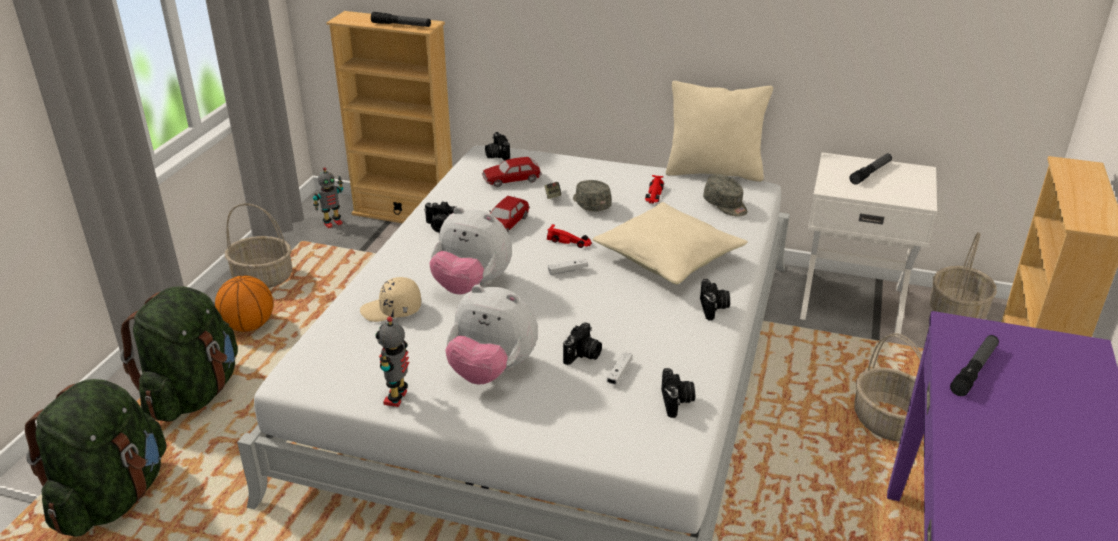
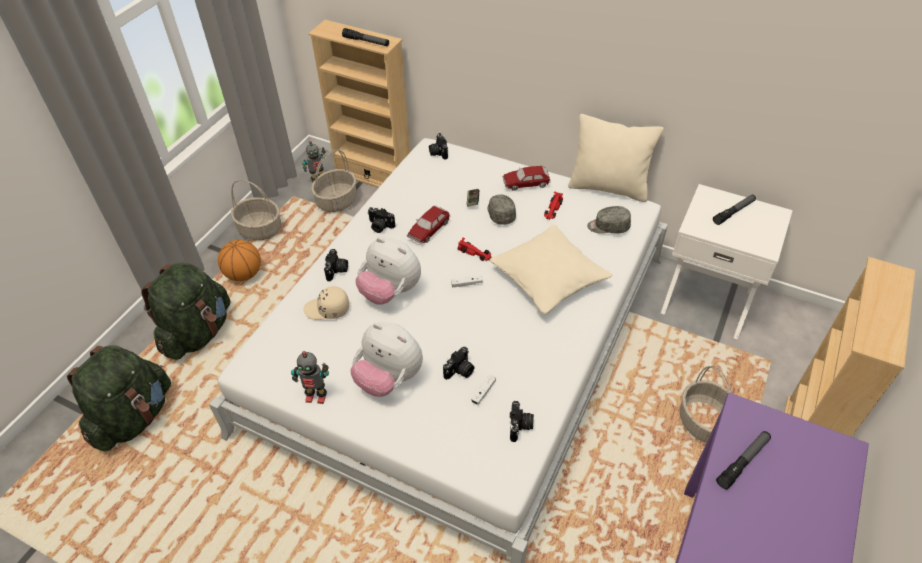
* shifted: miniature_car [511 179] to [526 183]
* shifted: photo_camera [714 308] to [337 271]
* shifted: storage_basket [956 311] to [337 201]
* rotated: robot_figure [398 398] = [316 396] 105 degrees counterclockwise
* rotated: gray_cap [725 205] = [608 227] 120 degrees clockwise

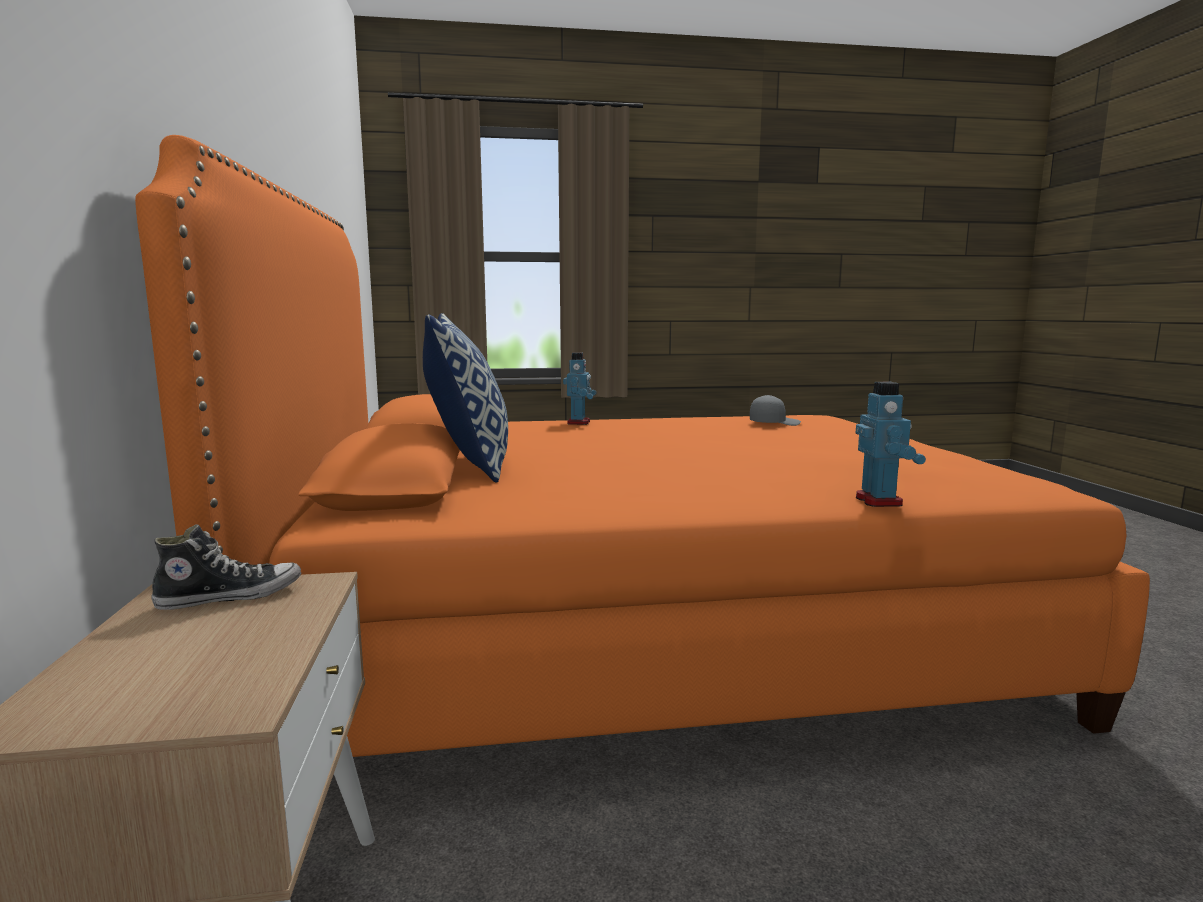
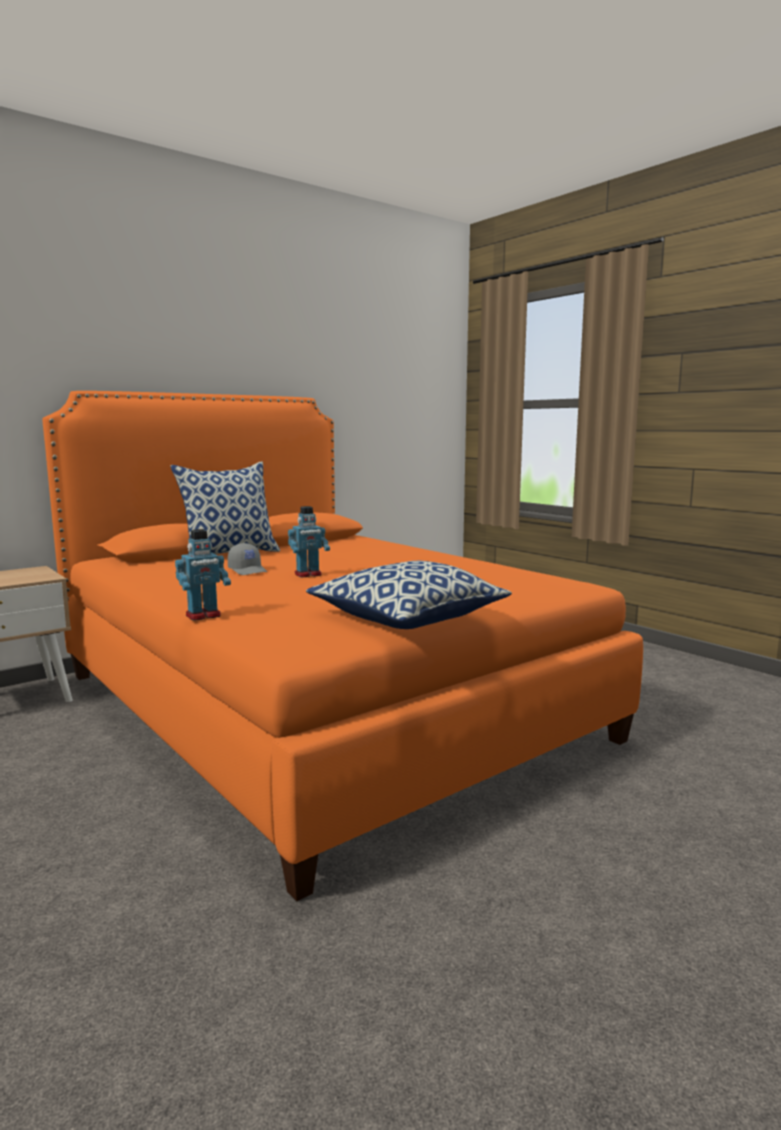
* gone: item_of_footwear [230 596]
* new: pillow [408 618]
* shifted: robot_figure [579 422] to [308 574]
* shifted: gray_cap [774 423] to [248 570]

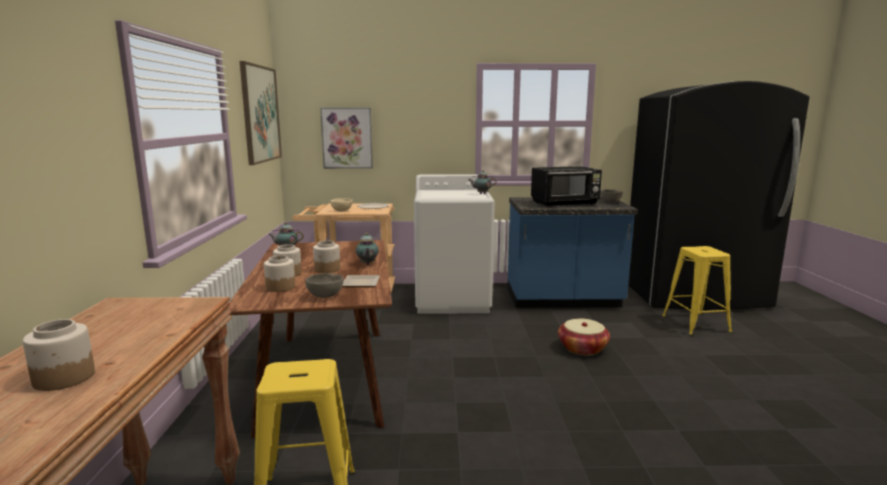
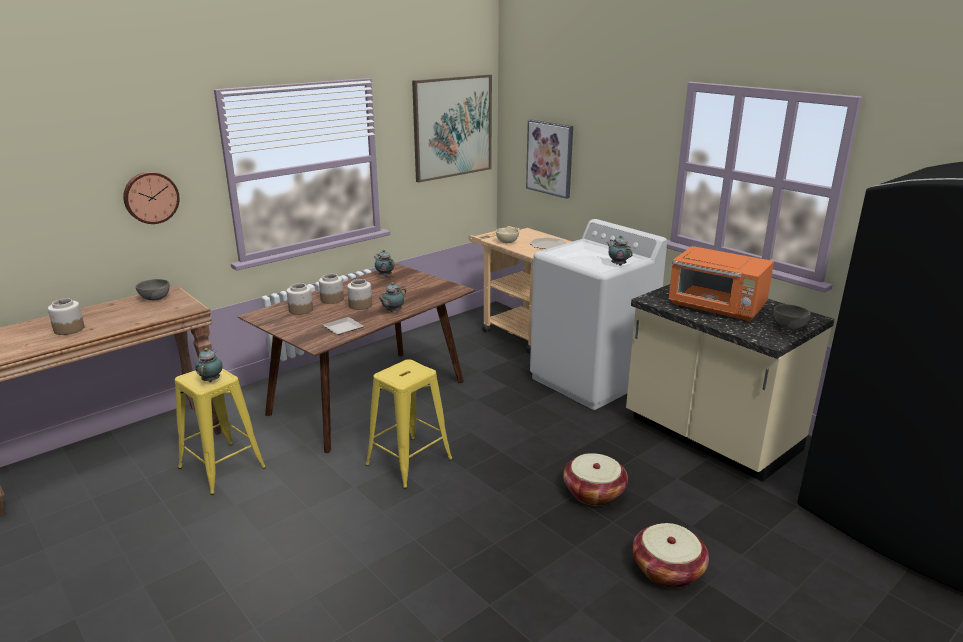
* new: wall_clock [150 197]
* new: teapot [212 380]
* new: storage_basket [667 570]
* shifted: gray_bowl [326 296] to [155 299]
* shifted: yellow_stool_seat [695 324] to [409 462]
* repainted: bluish_kitchen_base_unit [563 299] to beige-coloured_kitchen_base_unit [710 436]
* repainted: black-coloured_microwave [565 203] to orange-coloured_microwave [717 308]

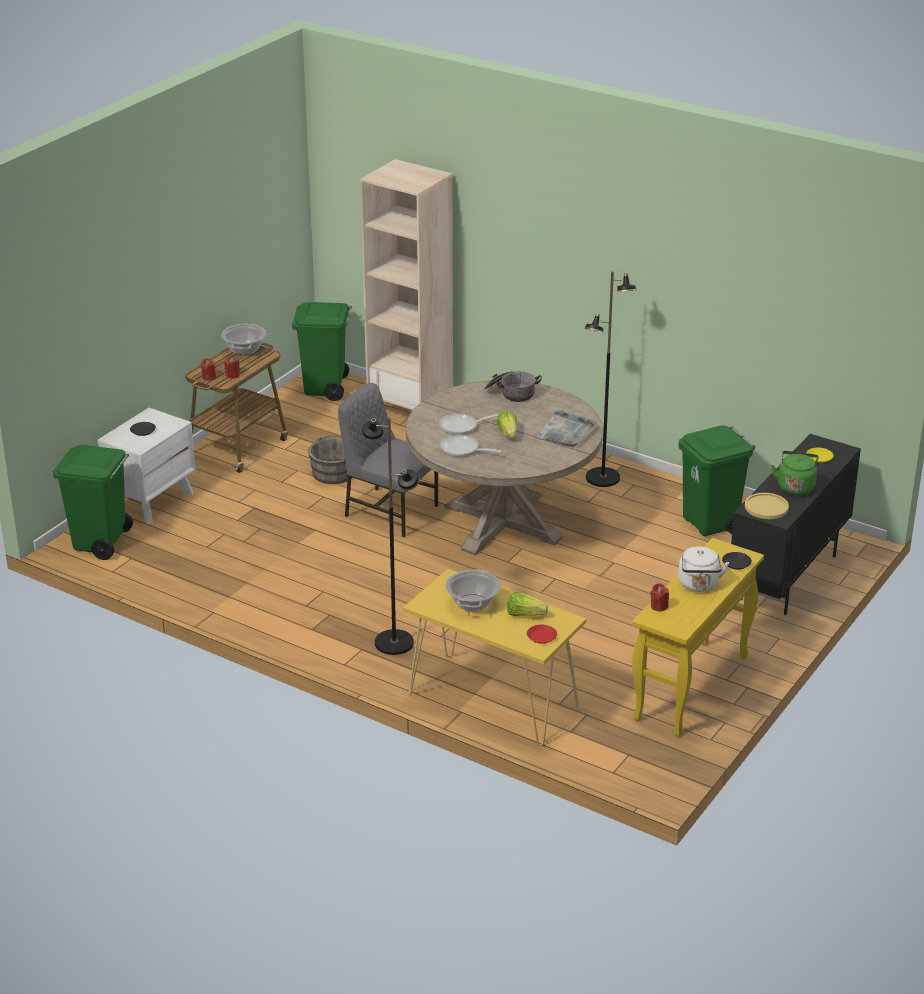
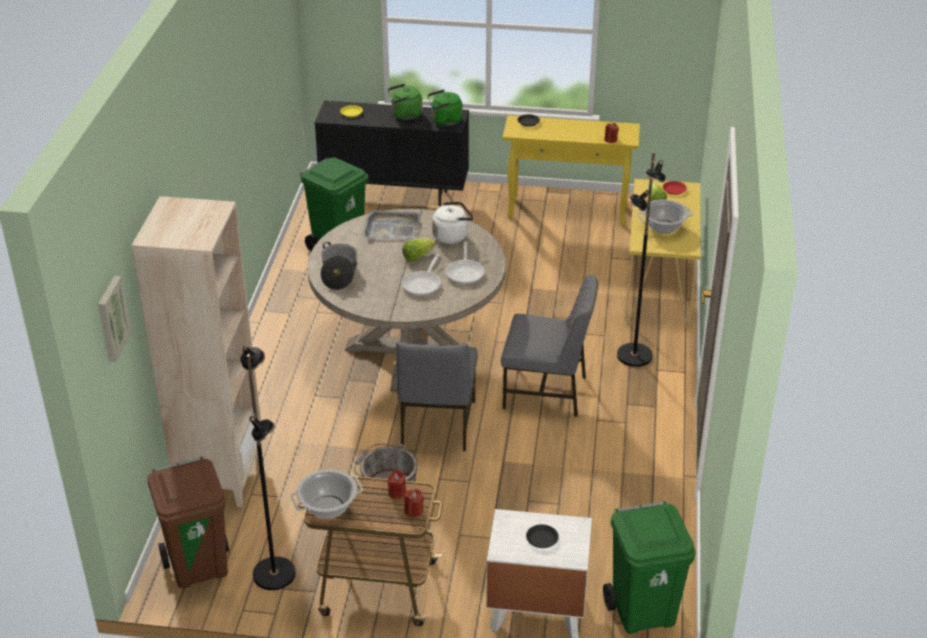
* new: wall_art [111 318]
* new: gray_plain_chair [546 392]
* shifted: black-coloured_floor_lamp [602 478] to [275 574]
* shifted: white-coloured_water_kettle [699 585] to [452 236]
* swapped: yellow_flat_dish [766 507] to green_water_kettle [445 121]
* repainted: green_trash_can [325 389] to brown_trash_can [199 566]
* rotated: skillet [462 426] = [423 284] 60 degrees clockwise

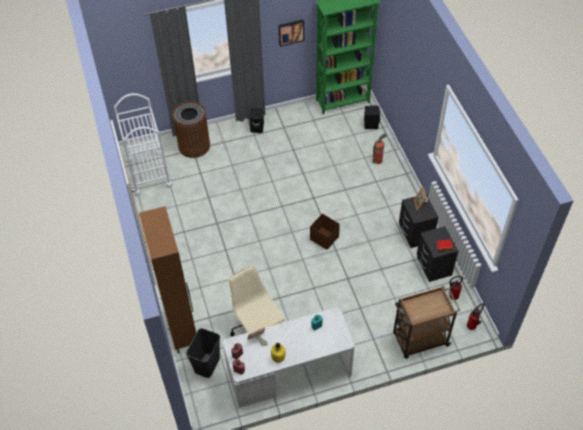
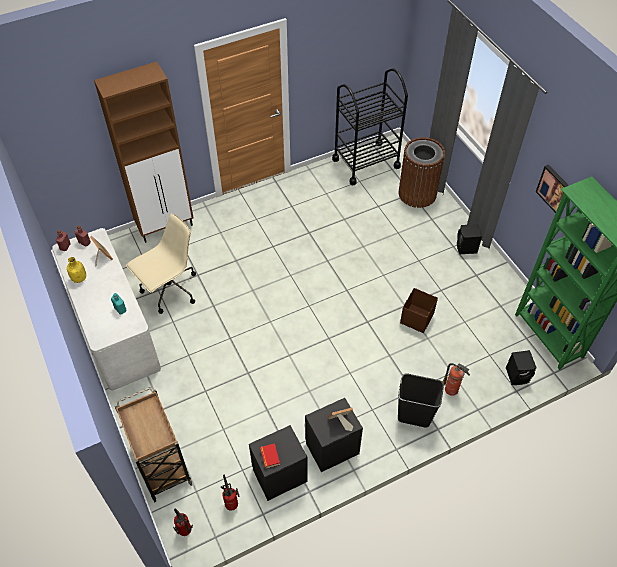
* shifted: black-coloured_trash_can [207 365] to [414 416]
* shifted: brown_storage_bin [324 238] to [417 318]
* repainted: white-coloured_wheeled_cart [148 173] to black-coloured_wheeled_cart [366 163]

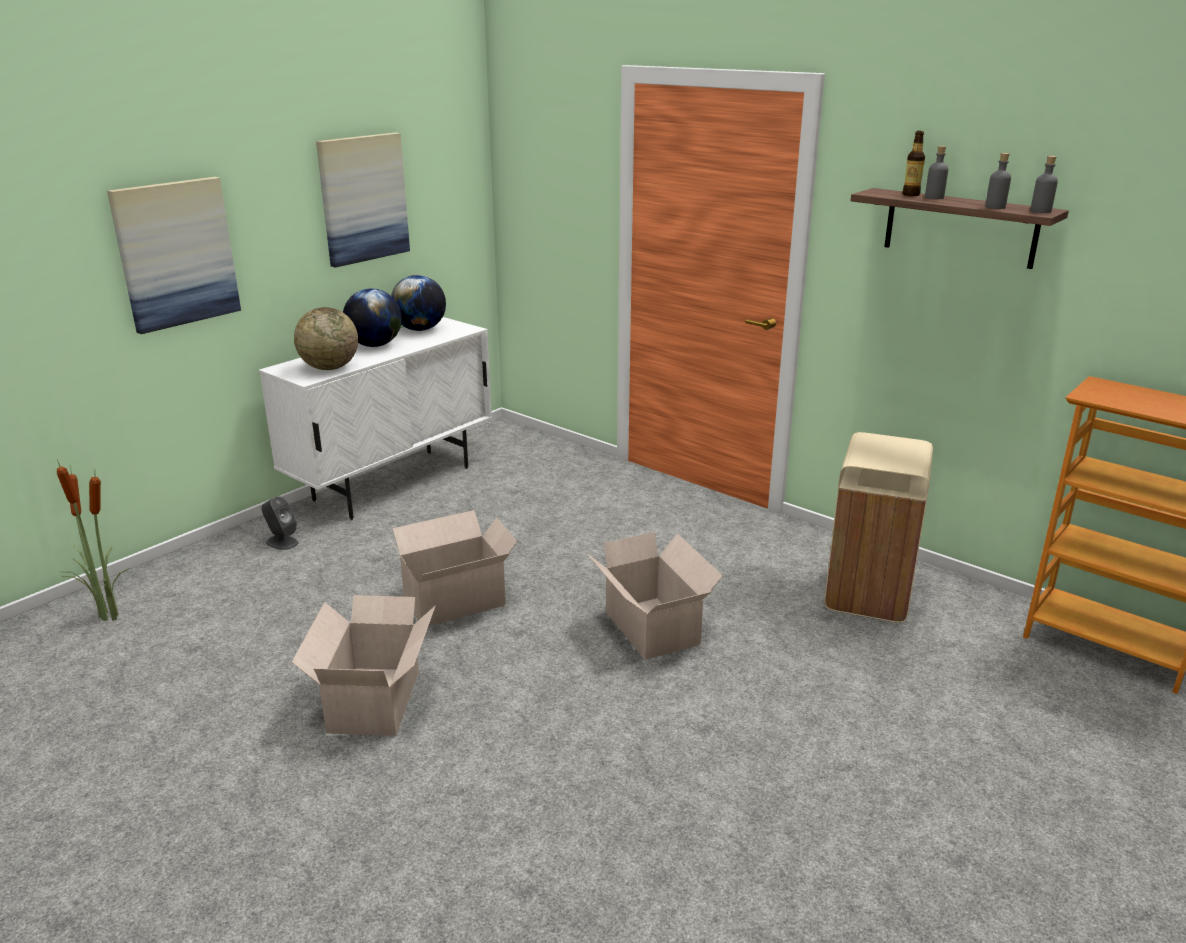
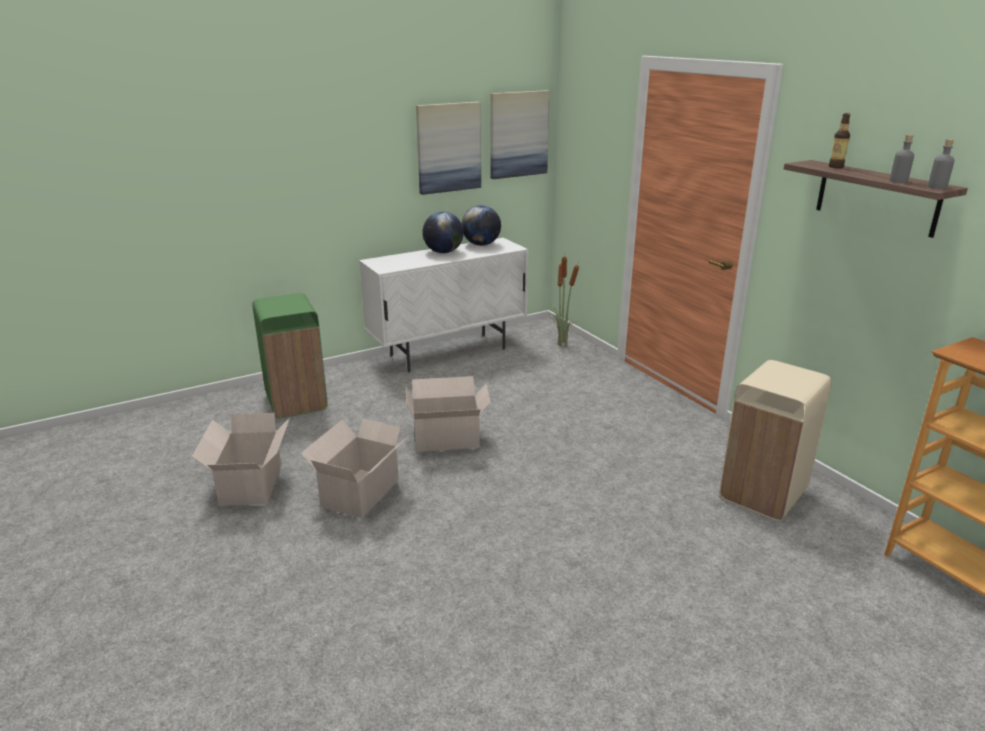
* gone: gray_loudspeaker [282 542]
* gone: world_globe [329 368]
* gone: gray_beverage_bottle [934 197]
* new: green_trash_can [295 402]
* shifted: houseplant [107 617] to [561 345]
* shifted: wall_art [176 253] to [518 134]
* shifted: packing_box [652 630] to [250 485]

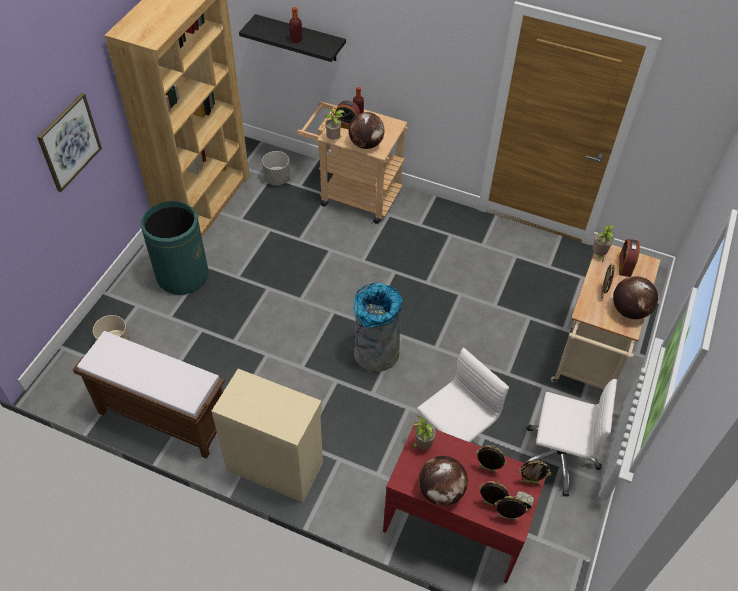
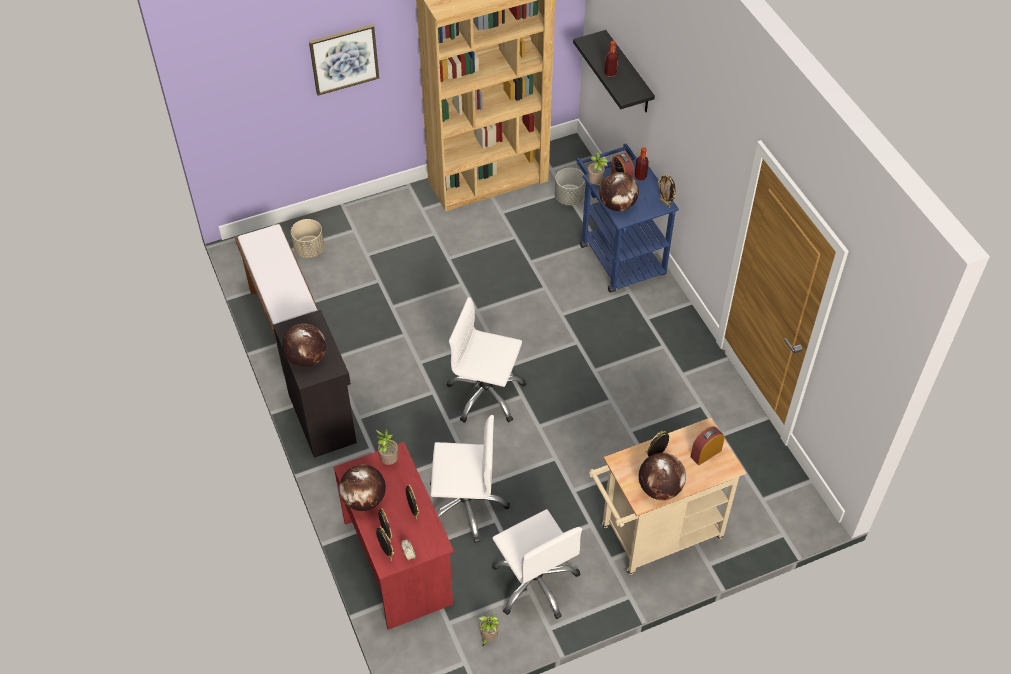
* gone: green_trash_can [182 275]
* new: world_globe [306 358]
* shifted: picture_frame [530 482] to [665 203]
* shifted: houseplant [598 255] to [488 637]
* swapped: gray_trash_can [375 353] to white-coloured_desk_chair [486 395]
* repainted: beige-coloured_cupboard [275 465] to black-coloured_cupboard [323 417]
* repainted: beige-coloured_wheeled_cart [353 195] to bluish_wheeled_cart [618 254]

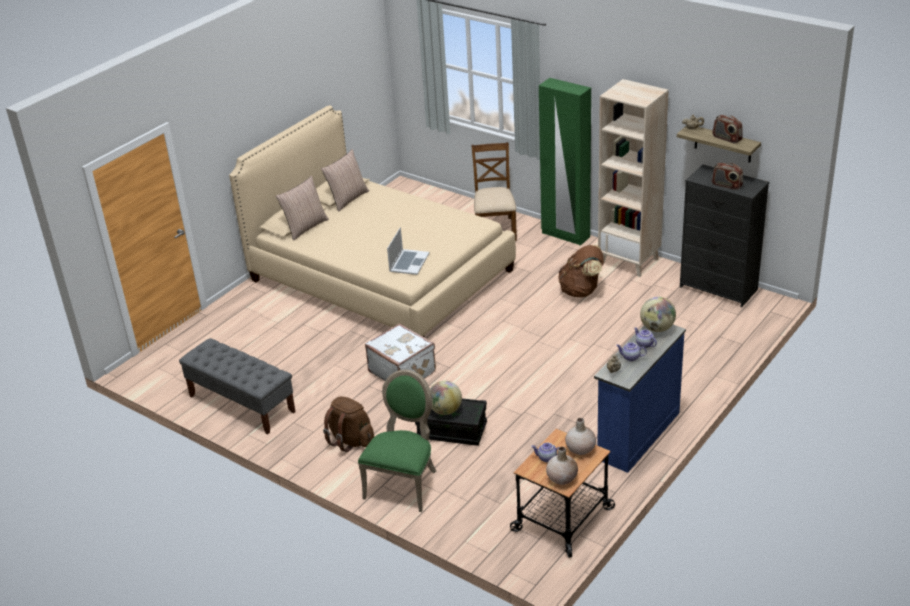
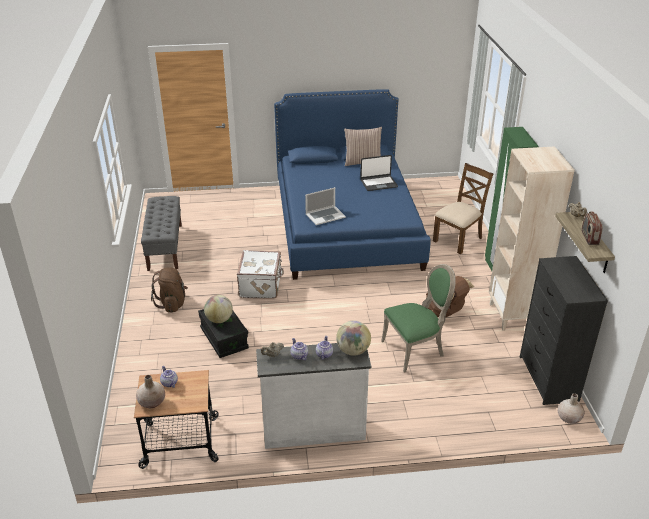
* gone: pillow [305 227]
* gone: radio [726 185]
* new: notebook_computer [378 183]
* shifted: green_plain_chair [404 483] to [415 349]
* shifted: beige-coloured_vase [580 449] to [568 418]
* repainted: beige-coloured_bedroom_bed [380 275] to bluish_bedroom_bed [346 225]
* repainted: bluish_drawer_chest [637 435] to white-coloured_drawer_chest [313 430]

